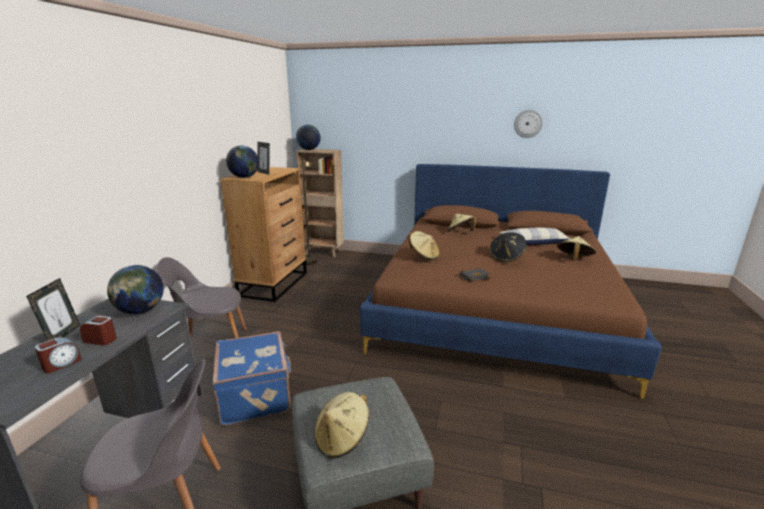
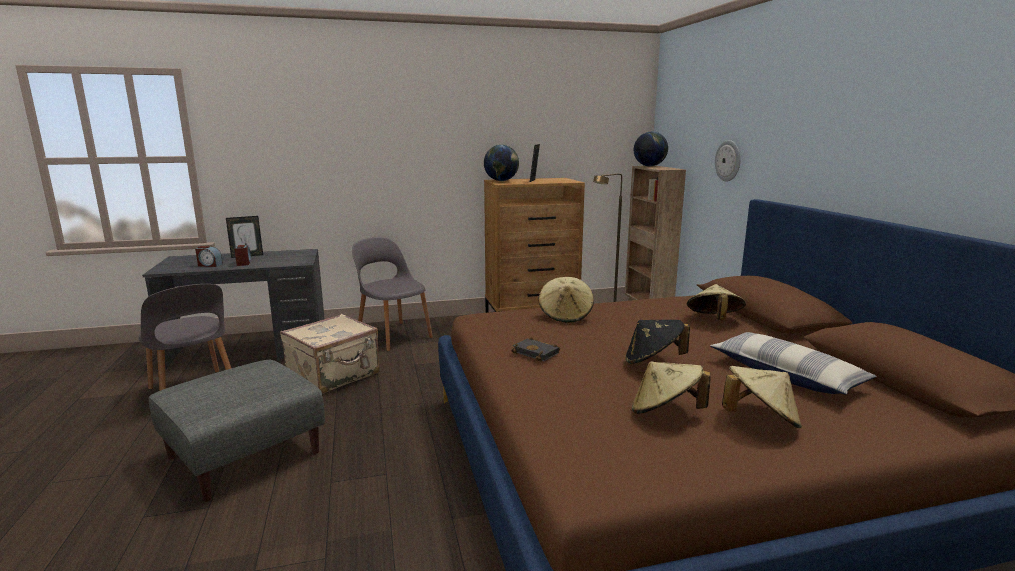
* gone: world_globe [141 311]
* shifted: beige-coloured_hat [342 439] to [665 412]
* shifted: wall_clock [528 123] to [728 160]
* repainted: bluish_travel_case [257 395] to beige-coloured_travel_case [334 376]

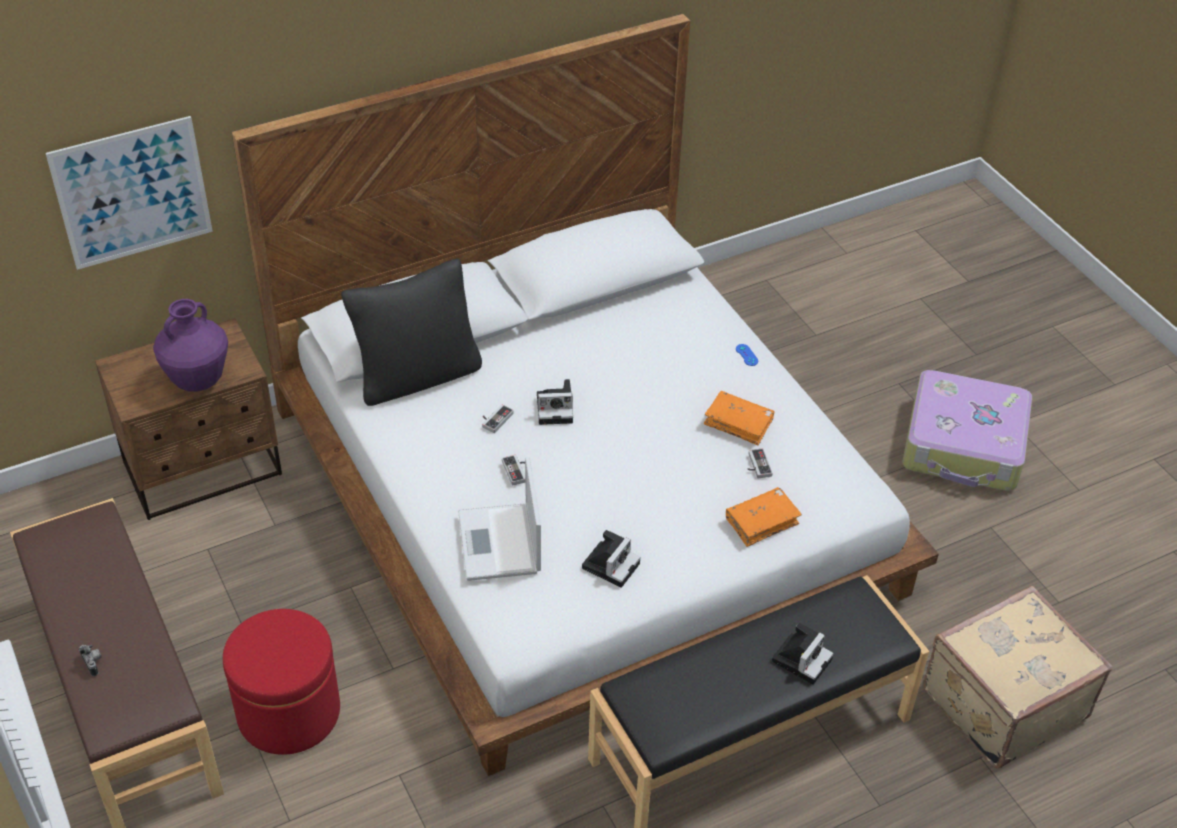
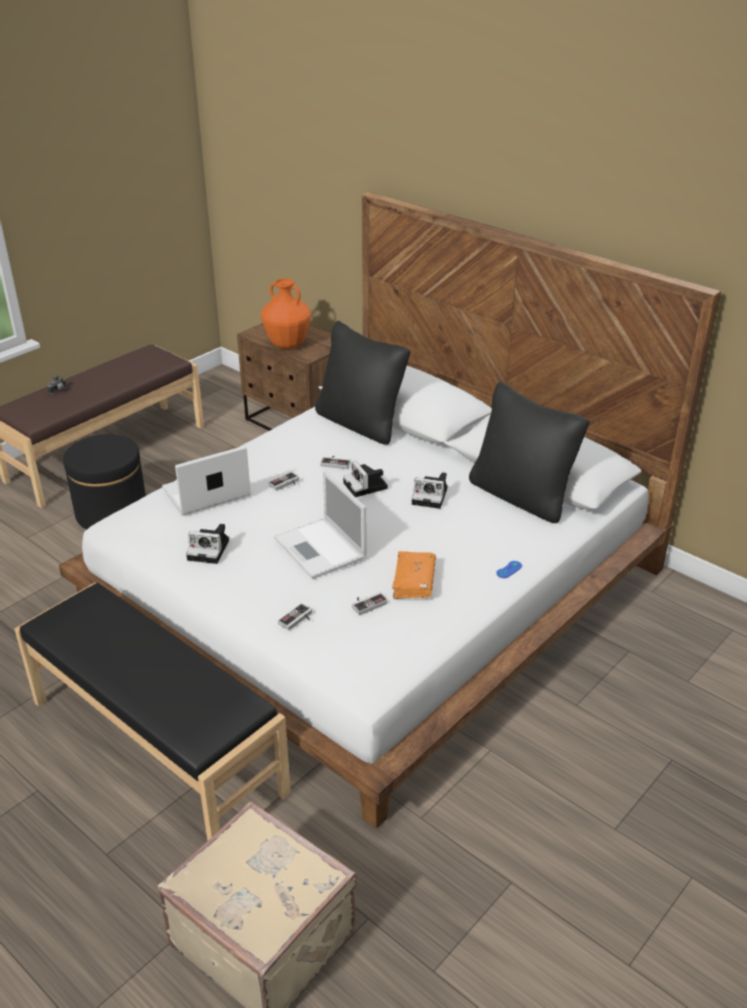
* gone: wall_art [132 193]
* gone: travel_case [964 446]
* new: notebook_computer [321 549]
* new: black-coloured_pillow [521 496]
* shifted: photo_camera [802 658] to [431 496]
* swapped: orange-coloured_bound_book [761 522] to gamepad [298 620]
* repainted: purple-coloured_vase [198 380] to orange-coloured_vase [288 345]
* repainted: reddish_footrest [289 712] to black-coloured_footrest [111 513]

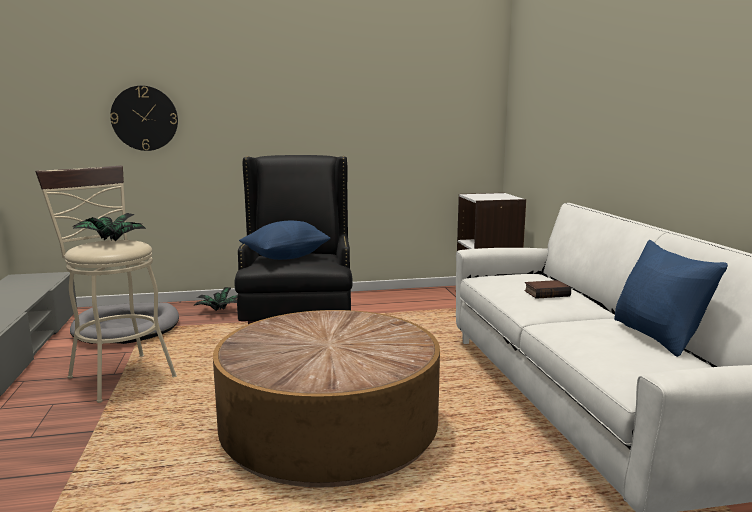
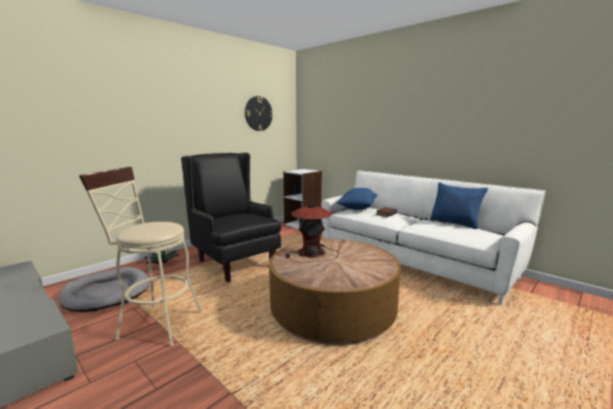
* gone: houseplant [110 241]
* new: lamp_for_a_table [312 253]
* shifted: wall_clock [144 118] to [258 113]
* shifted: bluish_pillow [286 257] to [357 208]

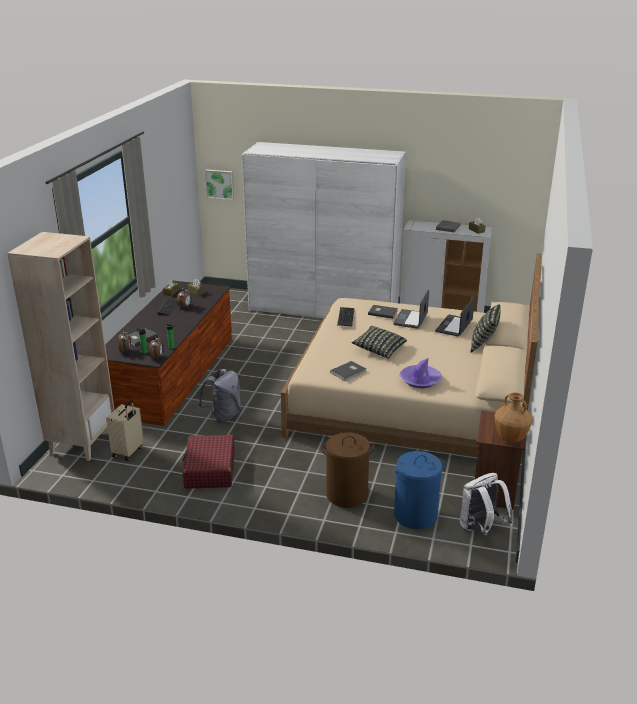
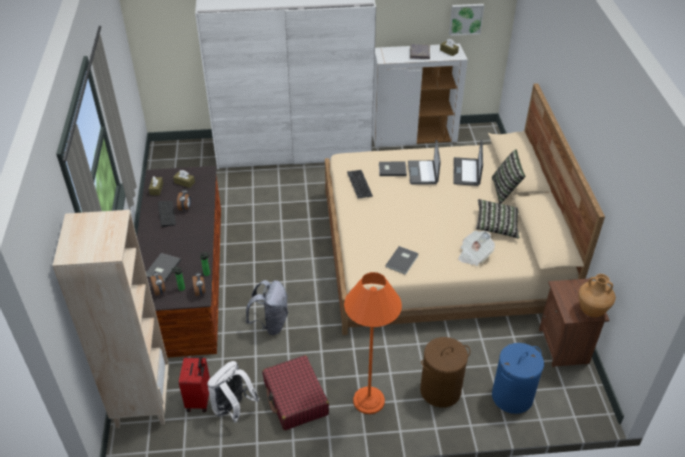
* new: orange-coloured_floor_lamp [369 400]
* shifted: wall_art [220 184] to [466 18]
* shifted: pillow [379 349] to [496 225]
* shifted: white-coloured_backpack [480 529] to [233 408]
* swapped: purple-coloured_hat [420 380] to daily_paper [474 255]
* repainted: beige-coloured_travel_case [128 452] to reddish_travel_case [199 400]

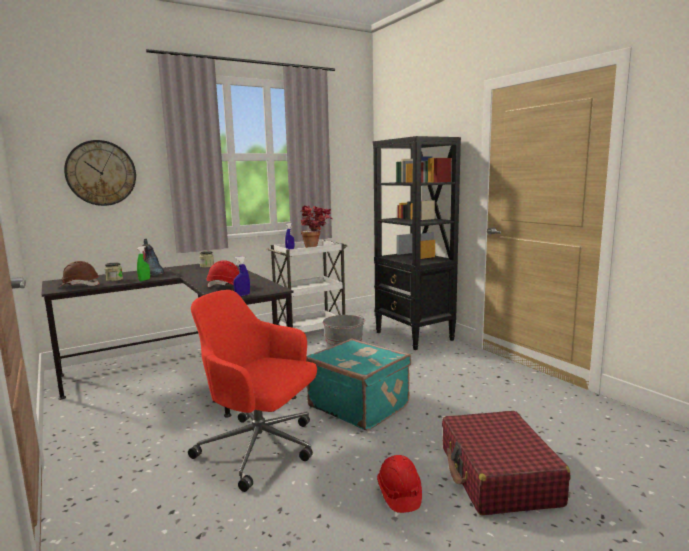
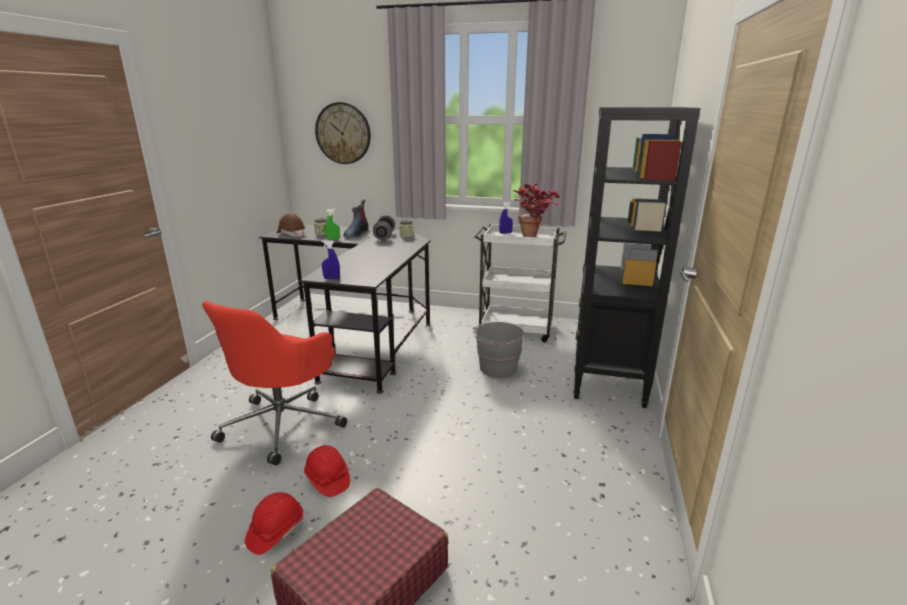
* gone: turquoise-coloured_travel_case [359 406]
* new: gray_dumbbell [384 236]
* shifted: reddish_work_helmet [226 286] to [327 479]
* rotated: reddish_desk_chair [261 449] = [284 424] 135 degrees counterclockwise

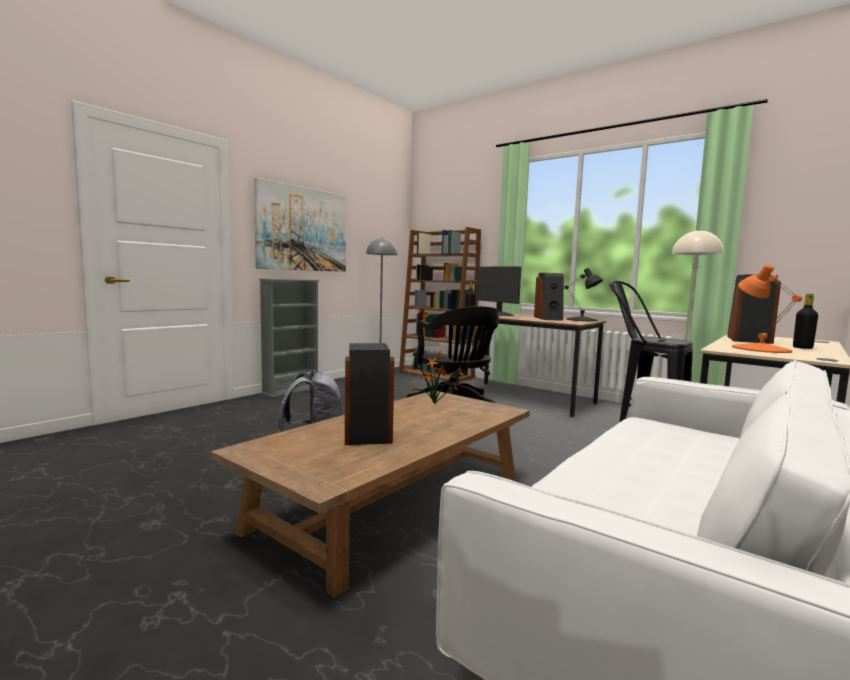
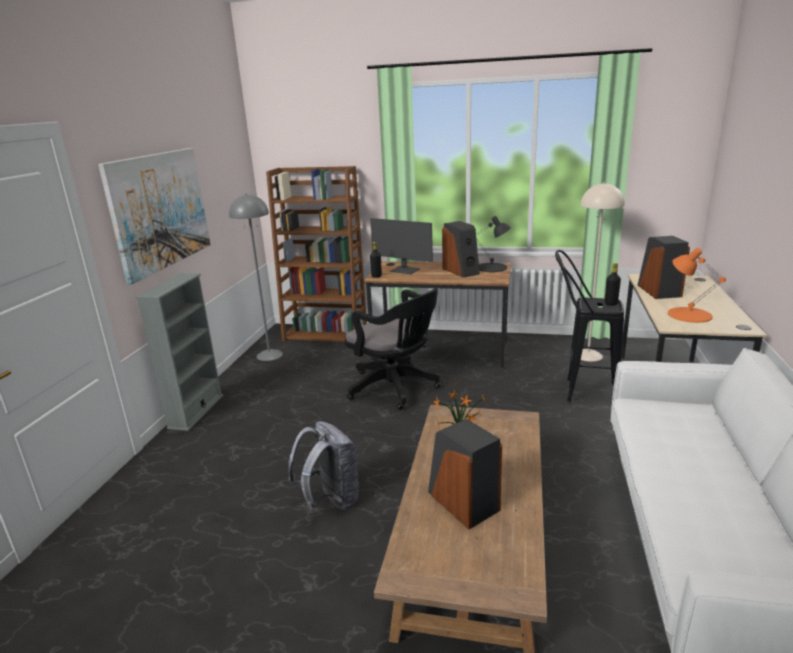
* shifted: black-coloured_beverage_bottle [802 348] to [611 303]

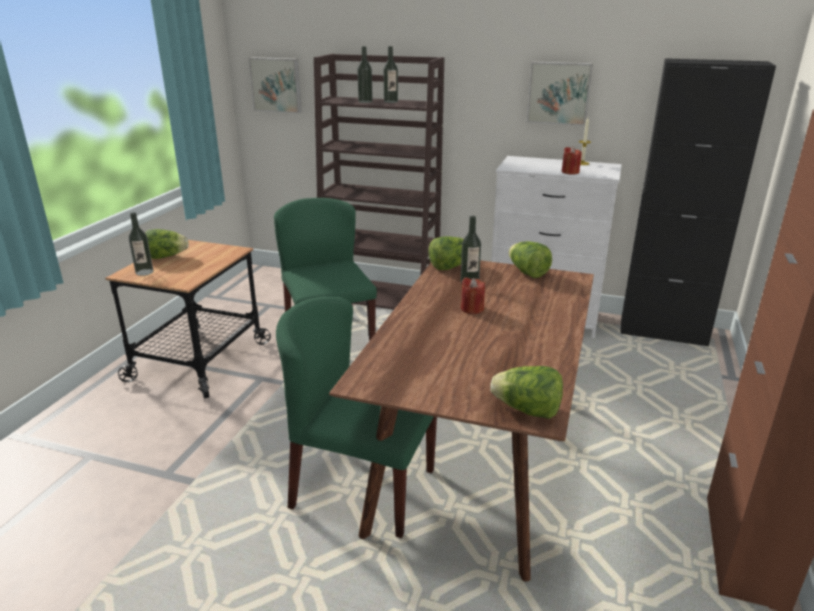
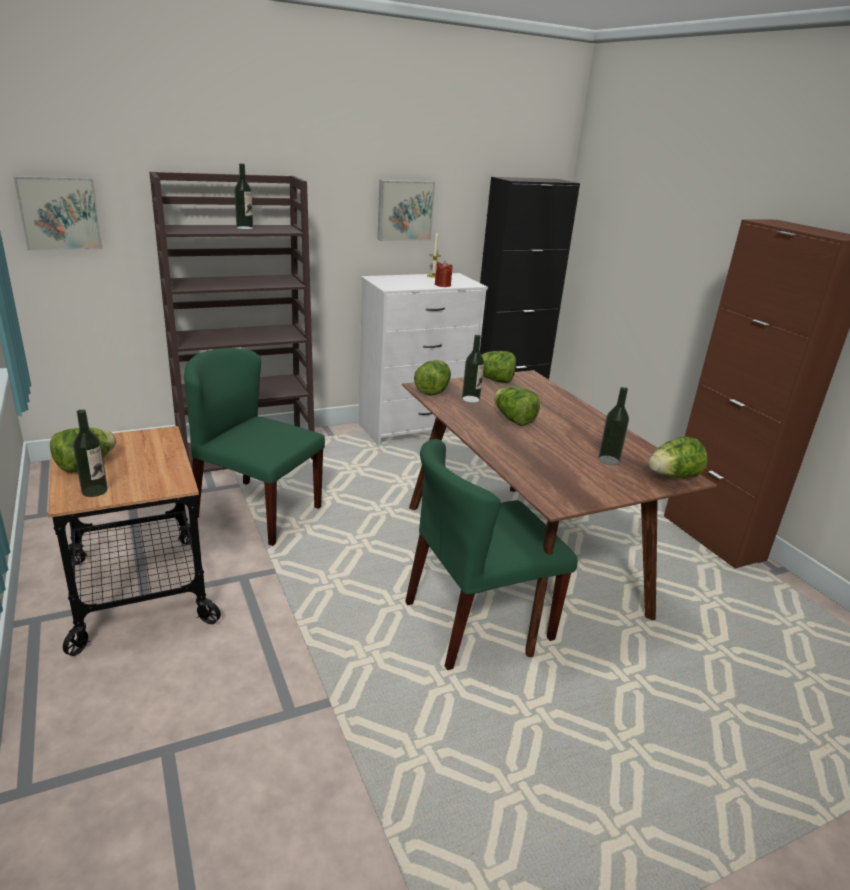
* shifted: beverage_bottle [365 101] to [608 460]
* swapped: reddish_wax_light [472 309] to lettuce_head [513 420]

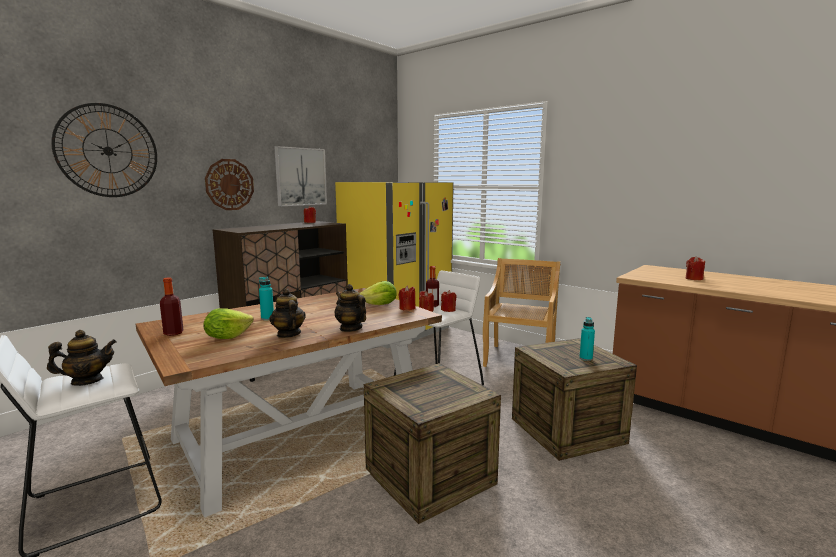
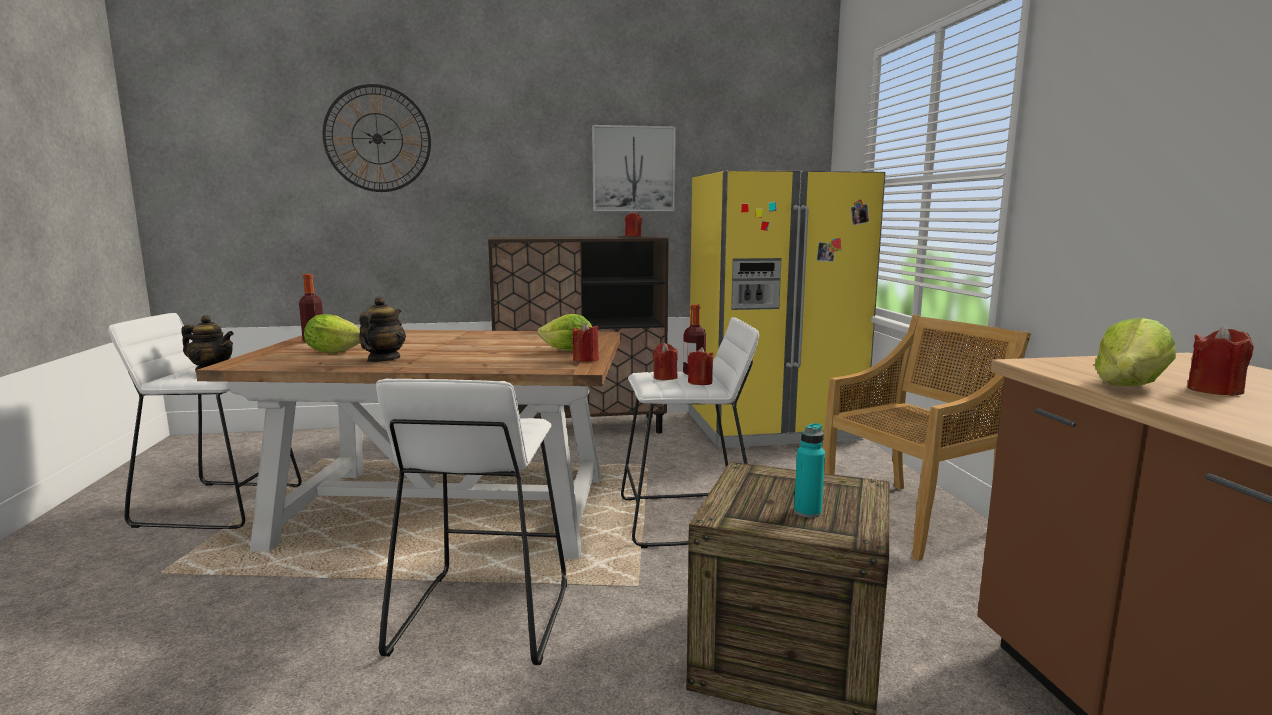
* gone: wall_clock [229 184]
* gone: turquoise-coloured_beverage_bottle [267 318]
* gone: teapot [350 328]
* new: lettuce_head [1130 386]
* swapped: packing_crate [430 476] to white-coloured_stool_seat [482 616]

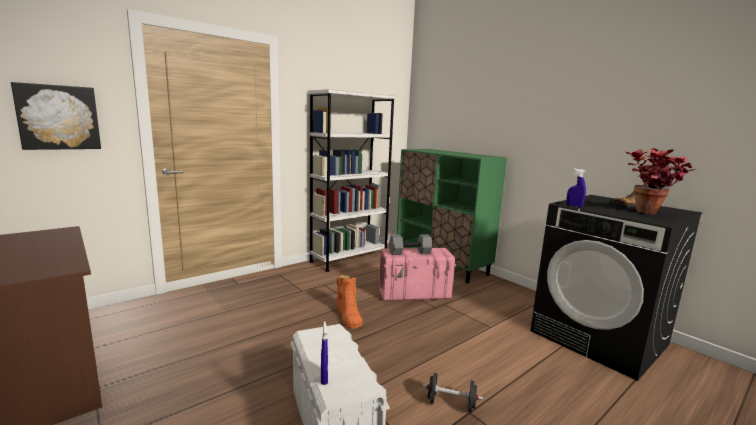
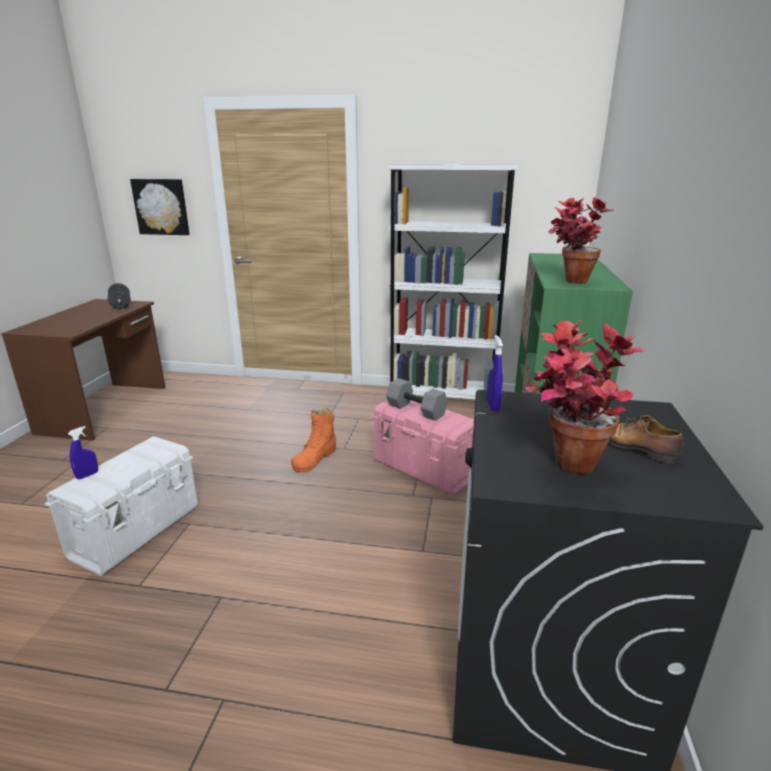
* new: houseplant [569 282]
* shifted: black-coloured_dumbbell [451 404] to [121 306]

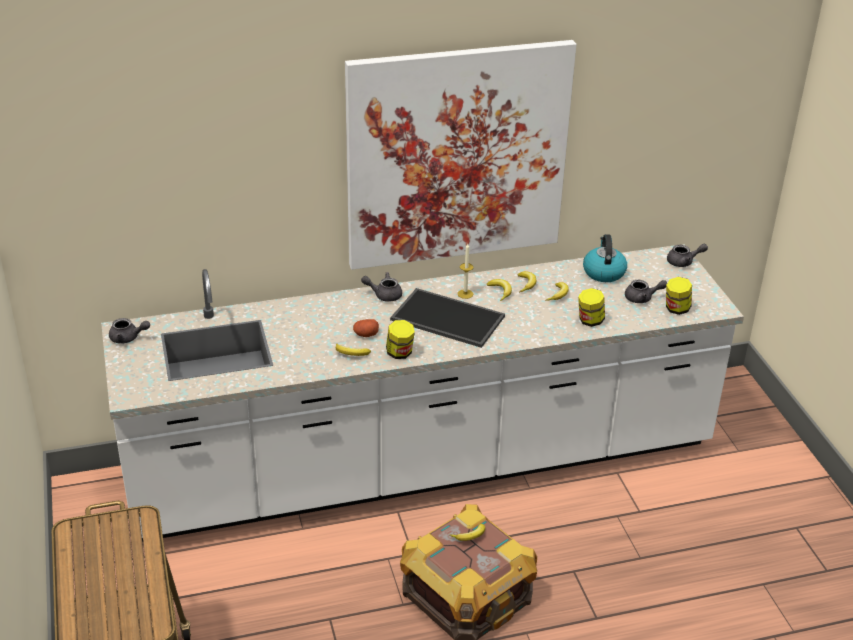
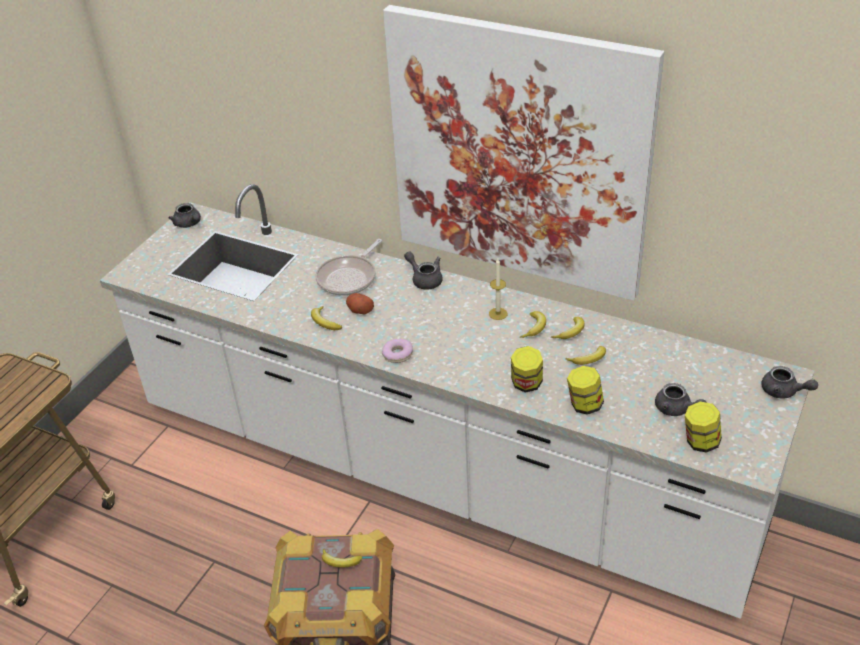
* gone: carrying_tray [446 319]
* gone: water_kettle [603 272]
* new: skillet [349 277]
* new: donut [397 354]
* shifted: jar [400 353] to [526 384]

